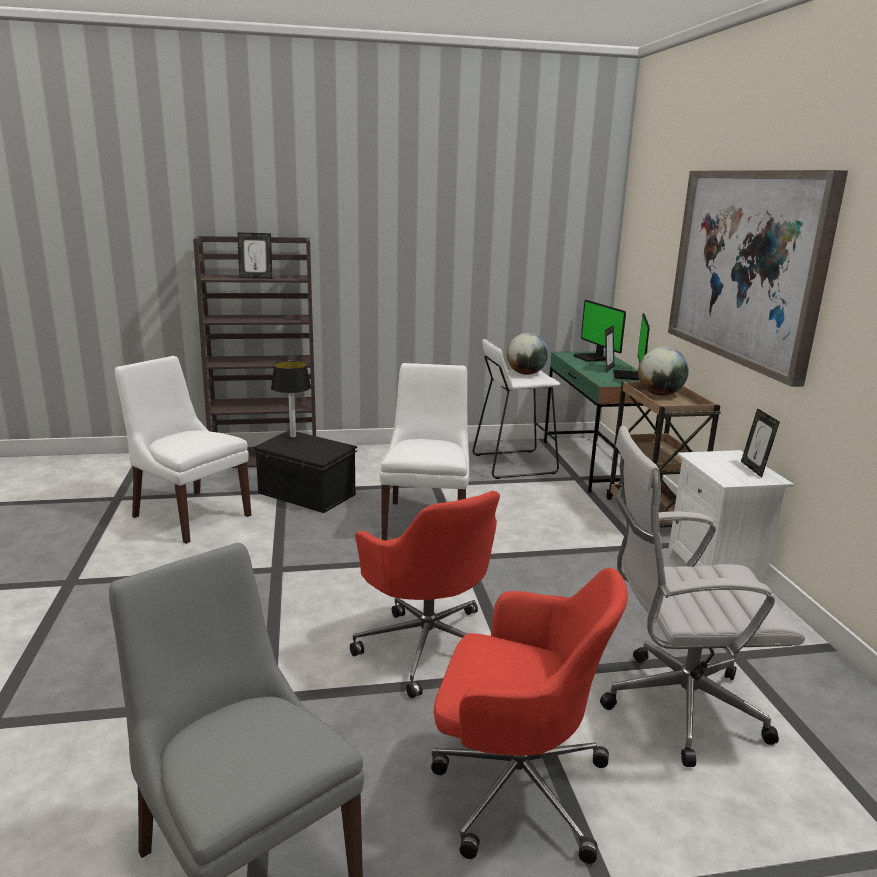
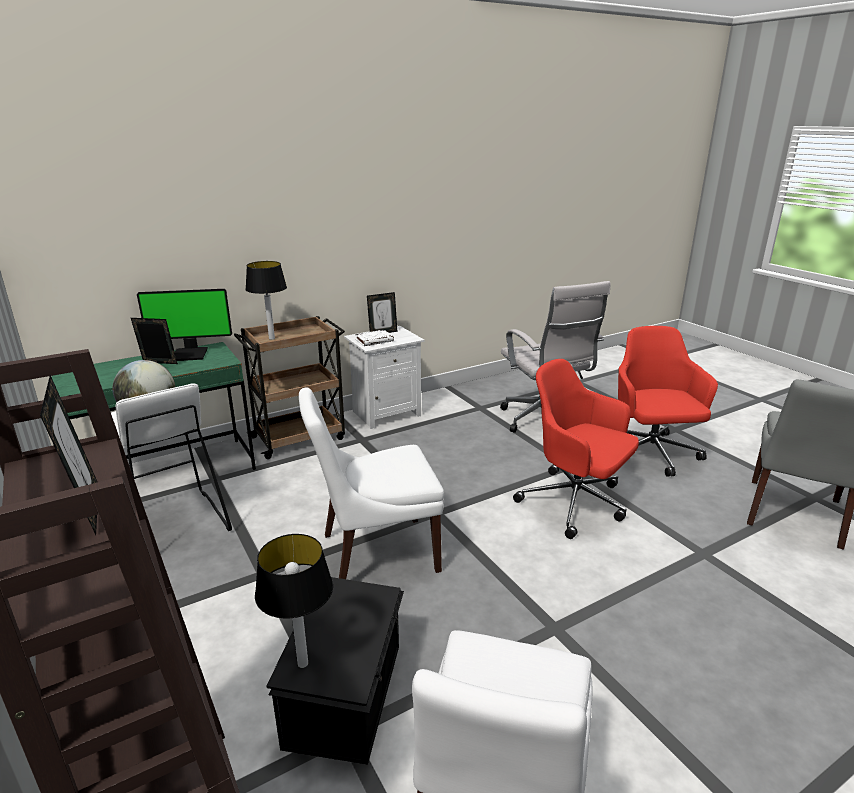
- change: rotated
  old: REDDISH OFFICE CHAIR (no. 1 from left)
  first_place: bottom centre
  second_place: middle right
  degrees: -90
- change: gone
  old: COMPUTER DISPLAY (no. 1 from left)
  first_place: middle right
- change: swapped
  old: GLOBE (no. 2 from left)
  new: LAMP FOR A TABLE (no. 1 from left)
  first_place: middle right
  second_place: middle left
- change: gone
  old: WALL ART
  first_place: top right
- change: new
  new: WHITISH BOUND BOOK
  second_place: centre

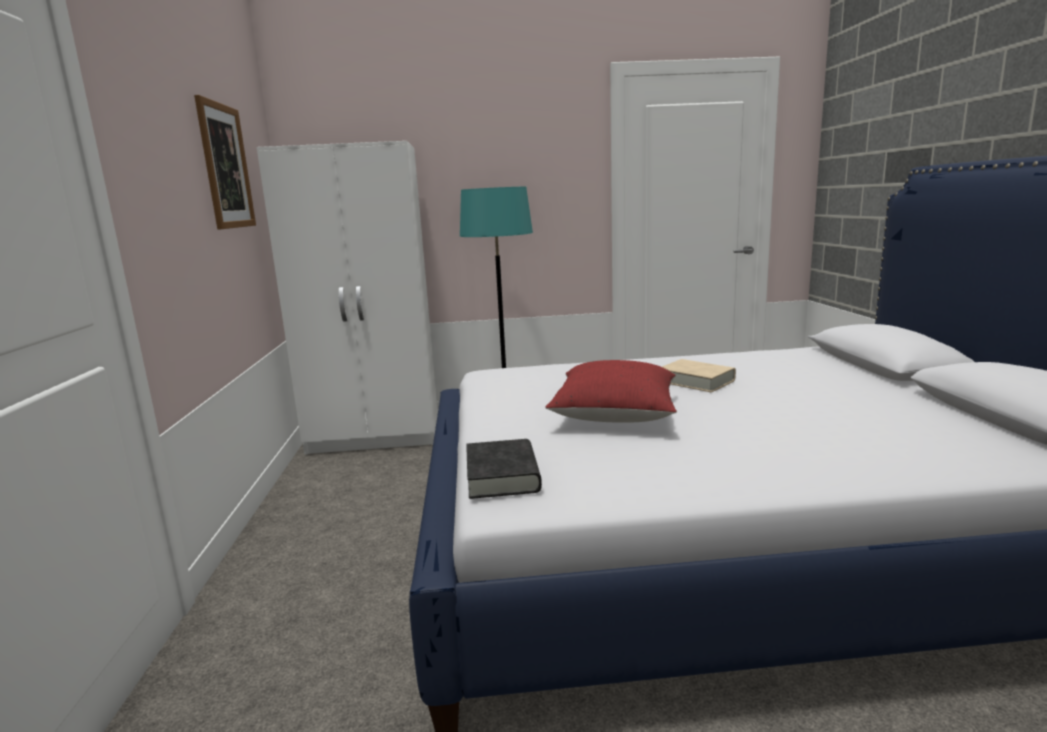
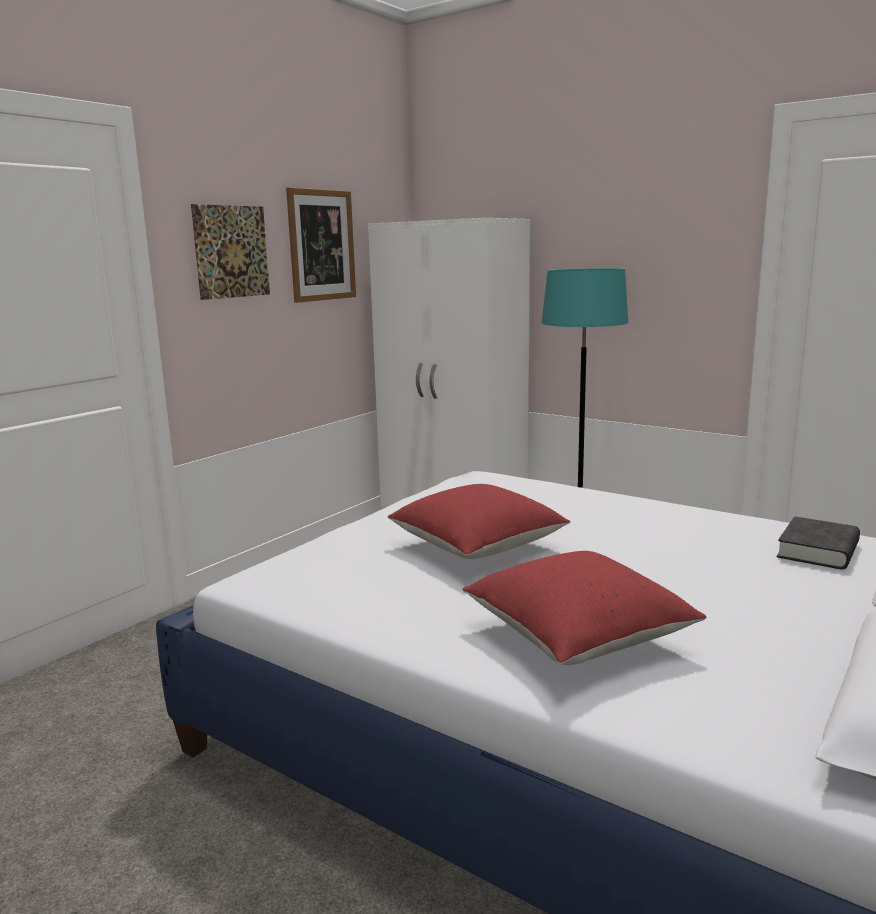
- change: shifted
  old: BLACK-COLOURED BOUND BOOK
  first_place: centre
  second_place: middle right
- change: gone
  old: BEIGE-COLOURED BOUND BOOK
  first_place: middle right
- change: new
  new: WALL ART (no. 1 from left)
  second_place: top left
- change: new
  new: REDDISH CUSHION (no. 2 from left)
  second_place: middle right

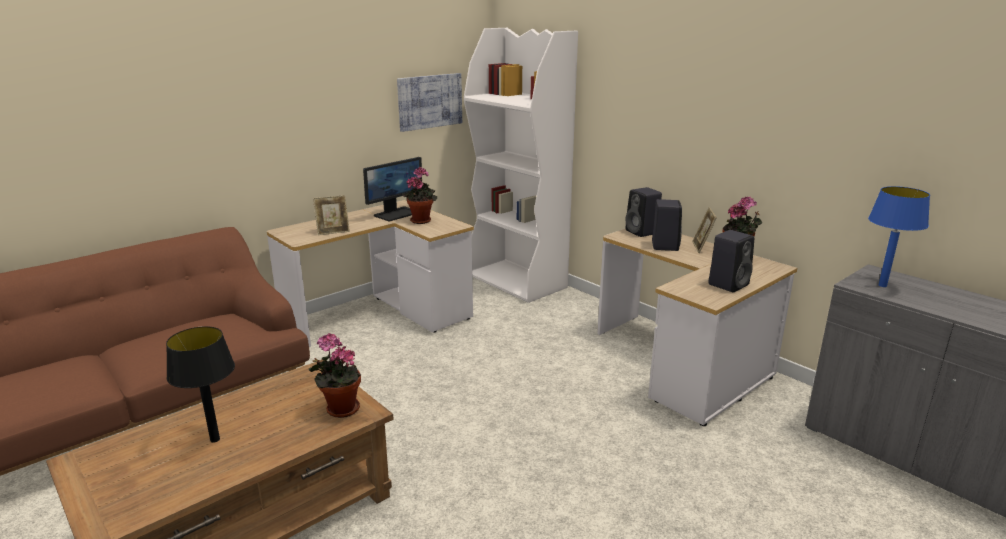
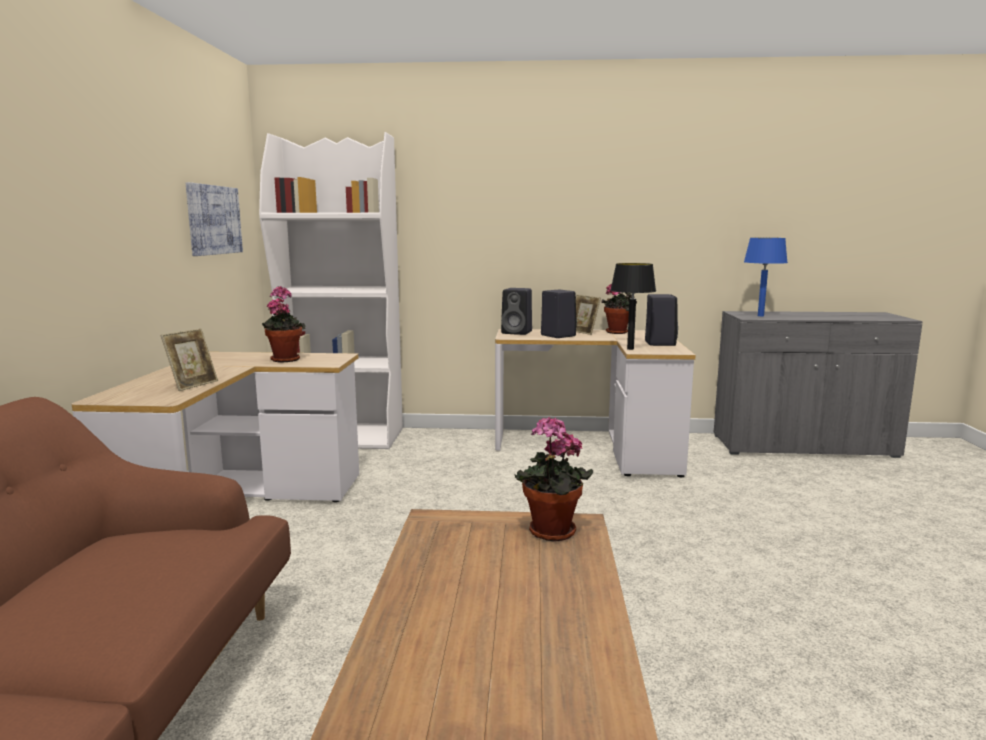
- change: shifted
  old: BLACK-COLOURED LAMP FOR A TABLE
  first_place: bottom left
  second_place: centre
- change: gone
  old: COMPUTER DISPLAY
  first_place: centre

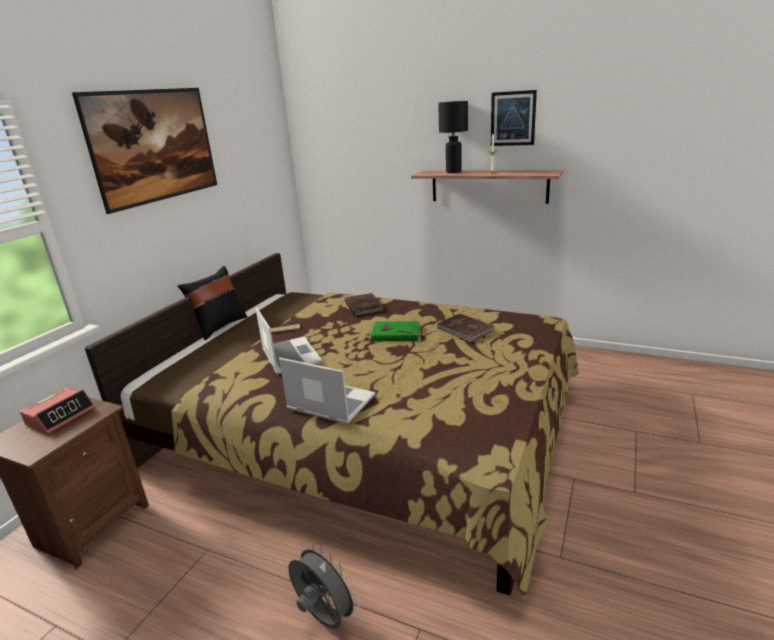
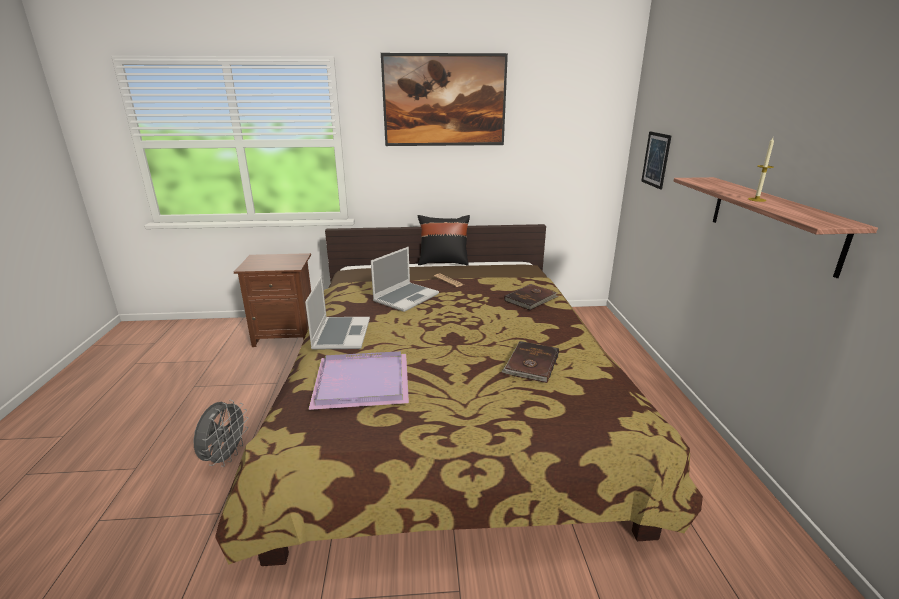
- change: gone
  old: TABLE CLOCK
  first_place: middle left
- change: gone
  old: GREEN BOUND BOOK
  first_place: centre
- change: gone
  old: BLACK-COLOURED LAMP FOR A TABLE
  first_place: top centre
- change: shifted
  old: WALL ART (no. 2 from left)
  first_place: top centre
  second_place: top right
- change: new
  new: PURPLISH TRAY
  second_place: centre

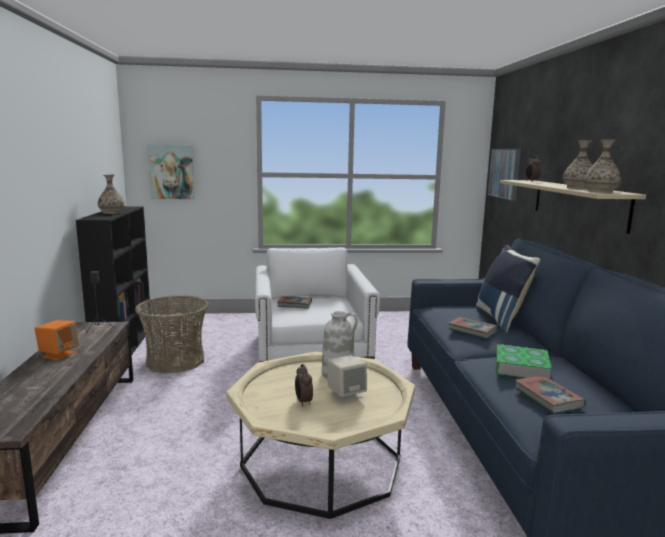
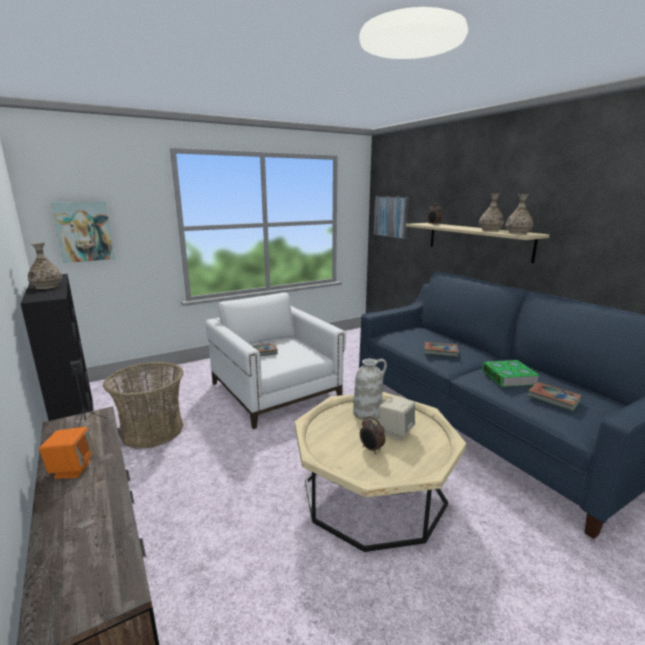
- change: gone
  old: BLUE CUSHION
  first_place: middle right

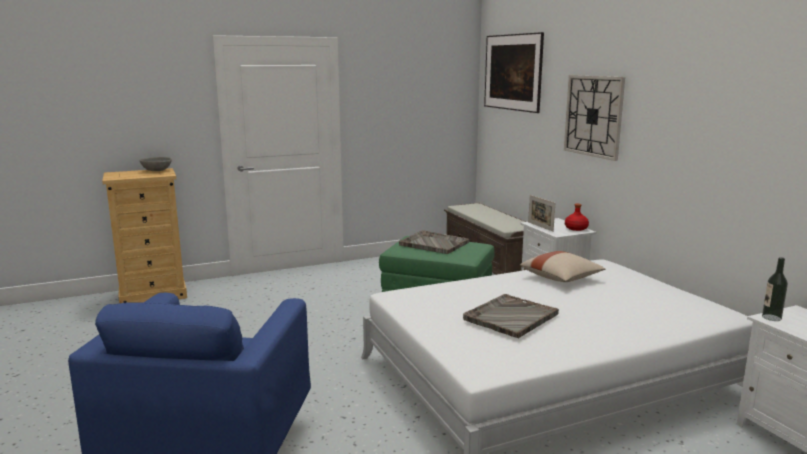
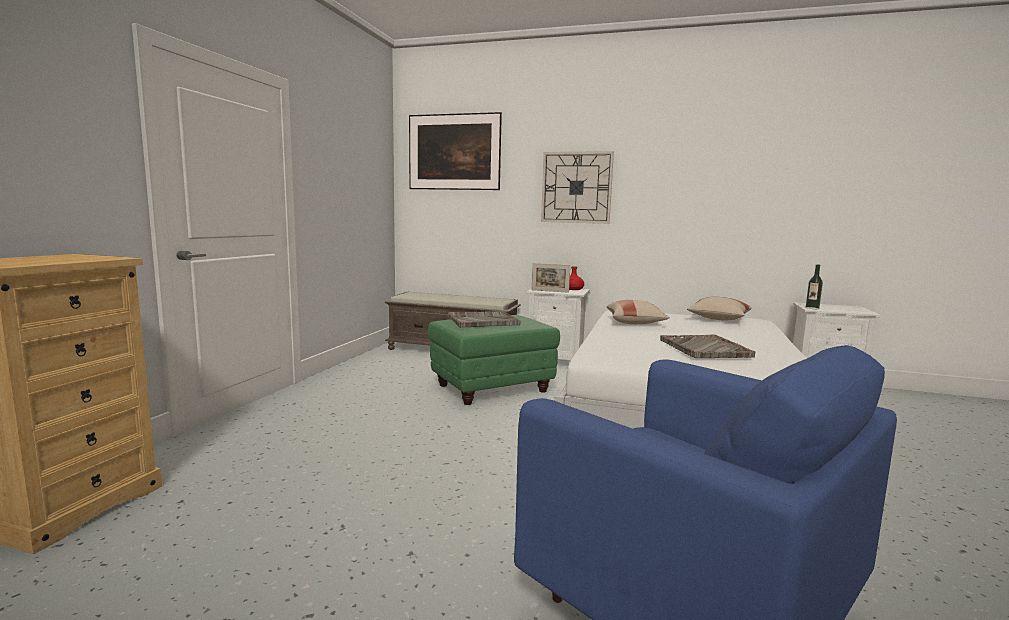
- change: gone
  old: GREY SERVING BOWL
  first_place: middle left
- change: new
  new: BEIGE-COLOURED CUSHION (no. 2 from left)
  second_place: middle right

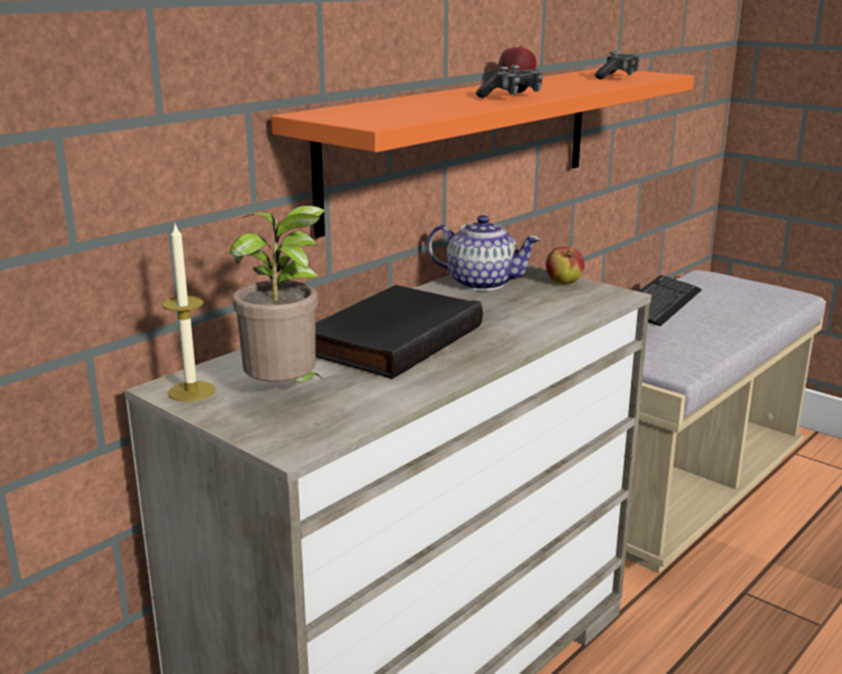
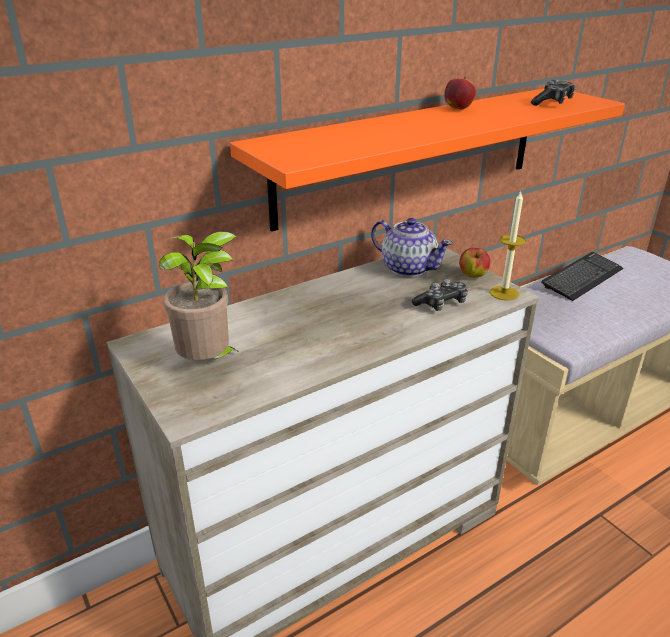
- change: shifted
  old: CANDLE
  first_place: middle left
  second_place: middle right
- change: gone
  old: BLACK-COLOURED BOUND BOOK
  first_place: centre
- change: shifted
  old: JOYPAD (no. 1 from left)
  first_place: top centre
  second_place: centre

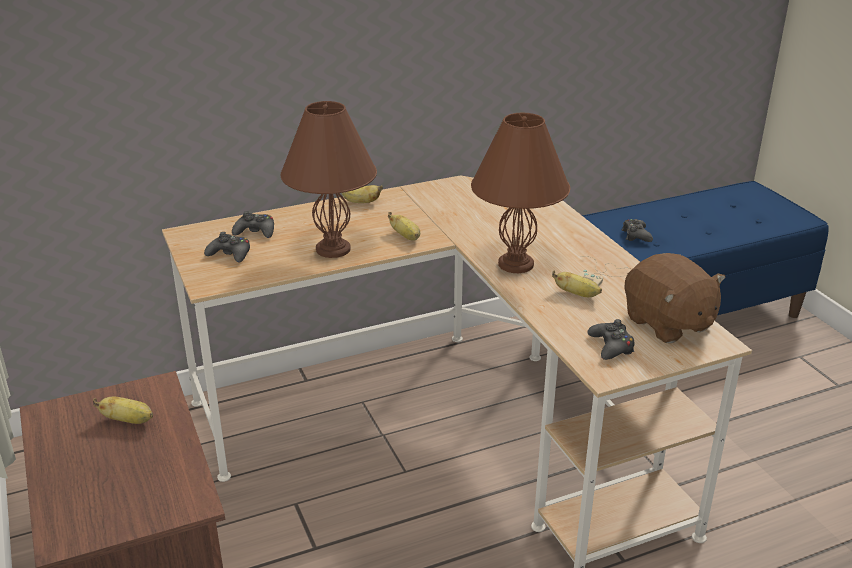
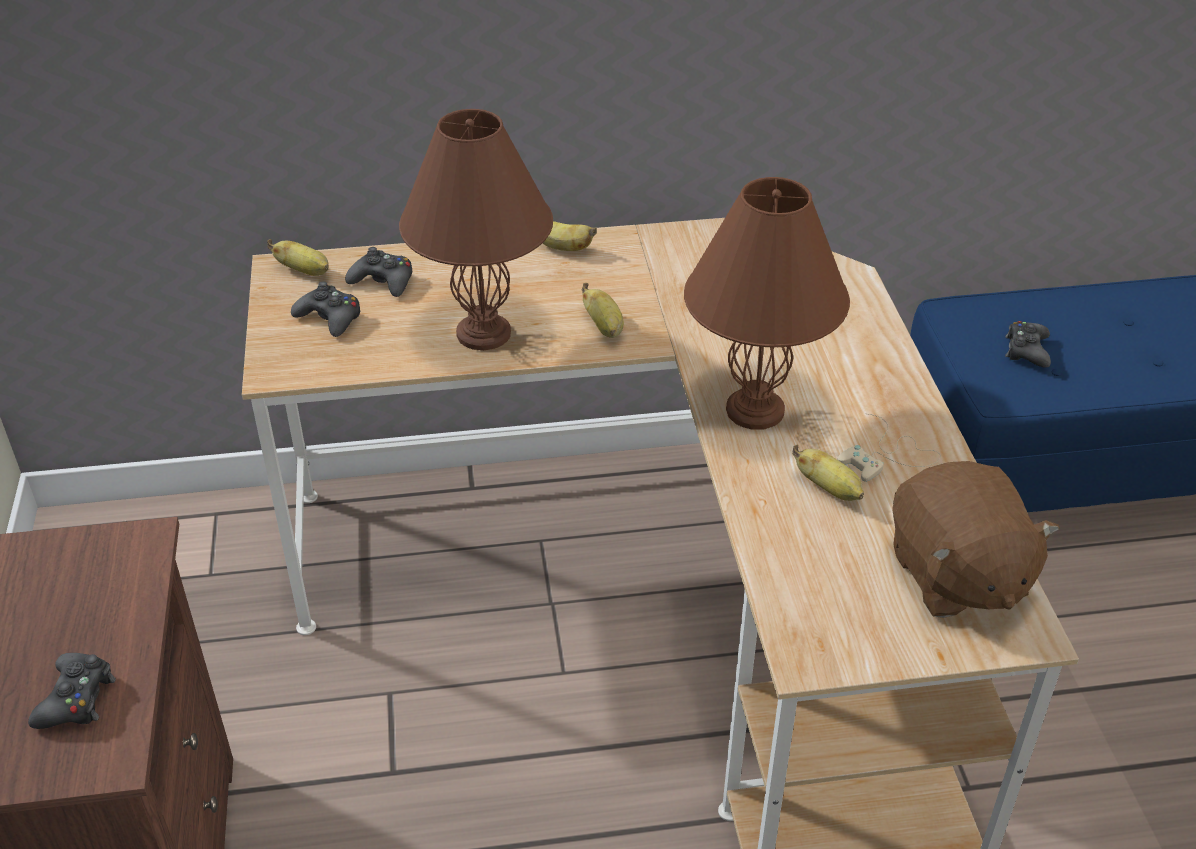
- change: shifted
  old: WHOLE BANANA (no. 1 from left)
  first_place: bottom left
  second_place: top left
- change: shifted
  old: BLACK-COLOURED JOYPAD (no. 3 from left in the first image)
  new: BLACK-COLOURED JOYPAD (no. 1 from left)
  first_place: middle right
  second_place: bottom left

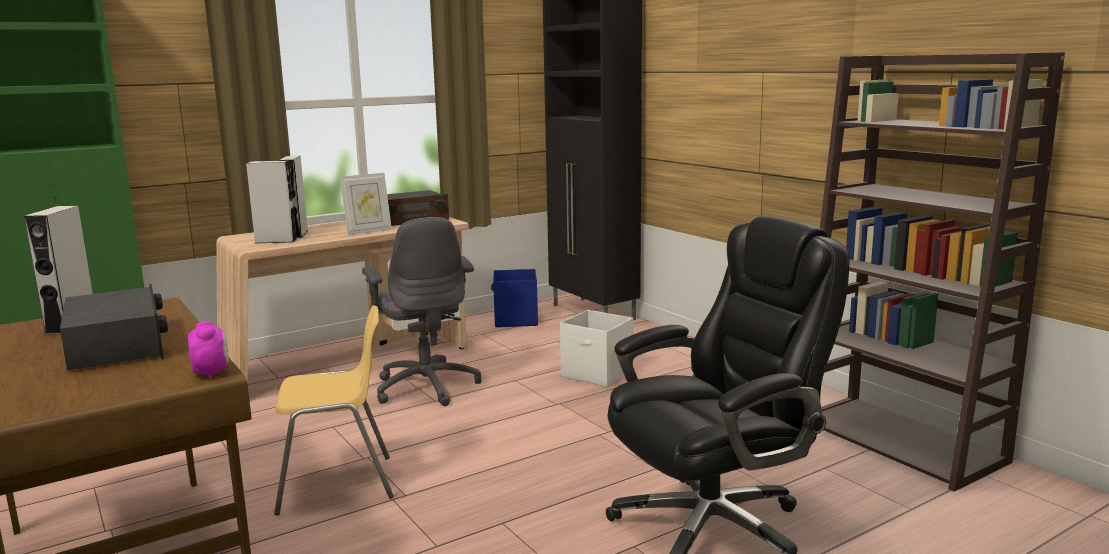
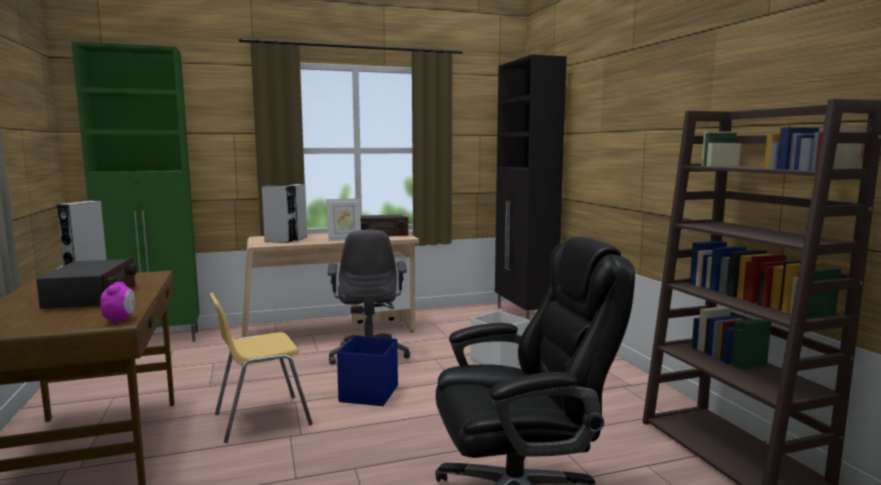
- change: rotated
  old: YELLOW-COLOURED UPRIGHT CHAIR
  first_place: bottom left
  second_place: bottom left
  degrees: 150
- change: shifted
  old: BLUE STORAGE CONTAINER
  first_place: centre
  second_place: bottom centre

